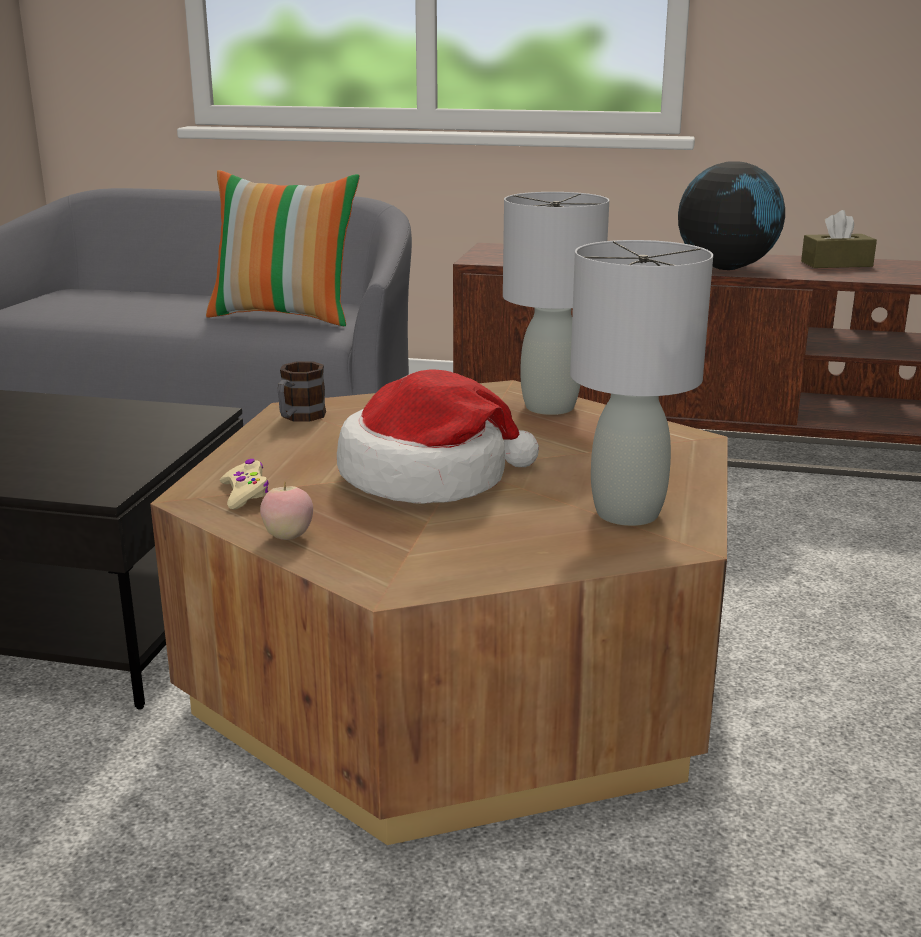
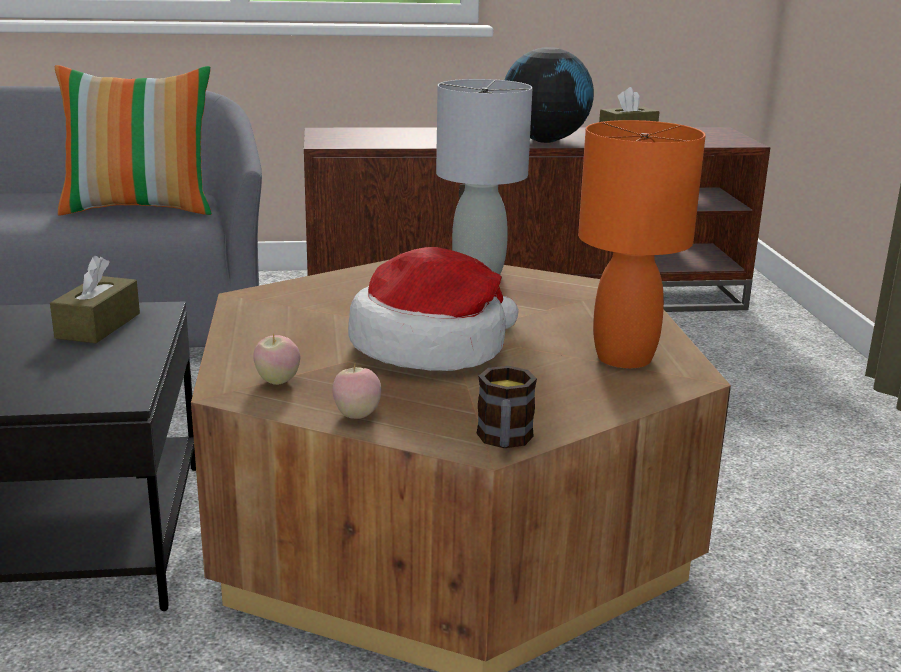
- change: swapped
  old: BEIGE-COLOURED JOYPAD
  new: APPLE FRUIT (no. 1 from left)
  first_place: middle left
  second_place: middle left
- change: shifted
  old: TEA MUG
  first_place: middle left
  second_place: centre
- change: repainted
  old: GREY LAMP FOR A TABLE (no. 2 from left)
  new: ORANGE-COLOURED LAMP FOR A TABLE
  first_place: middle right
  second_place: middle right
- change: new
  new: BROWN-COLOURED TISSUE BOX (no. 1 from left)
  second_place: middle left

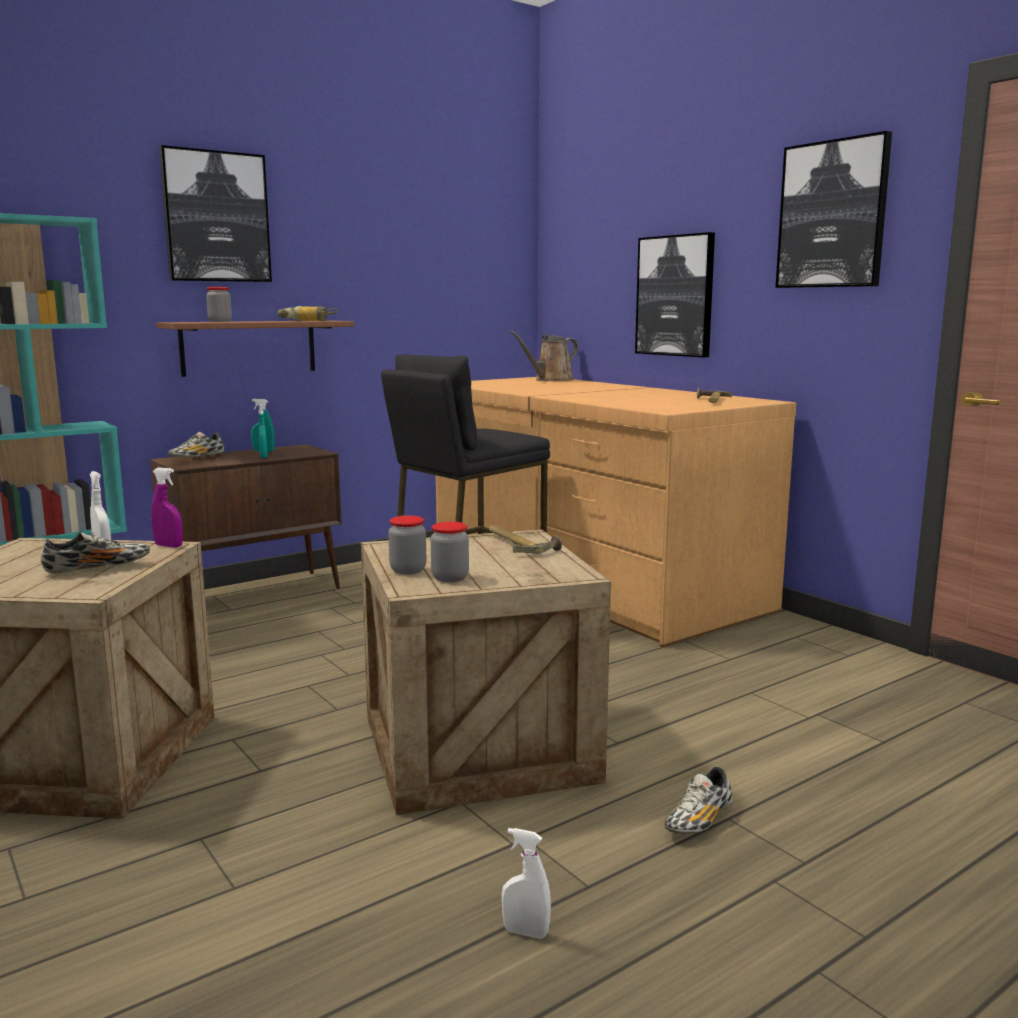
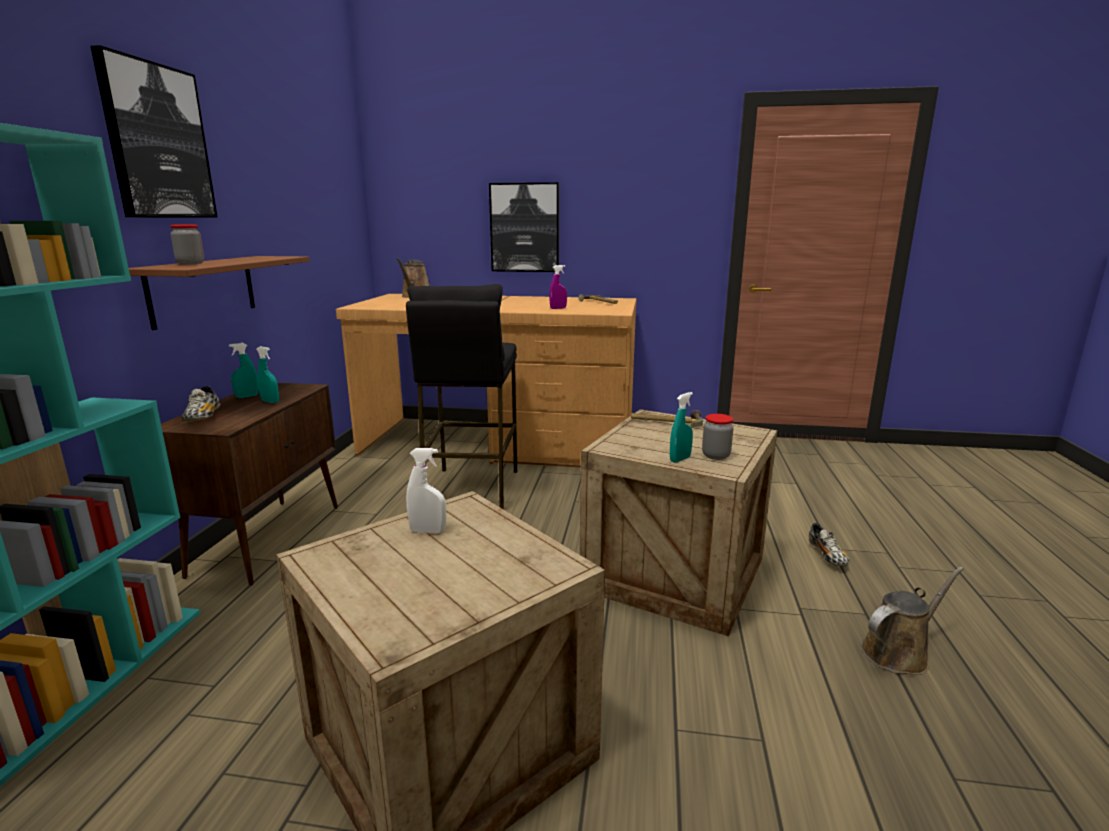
- change: gone
  old: ITEM OF FOOTWEAR (no. 1 from left)
  first_place: middle left
- change: shifted
  old: PURPLISH SPRAYER
  first_place: middle left
  second_place: centre
- change: gone
  old: DRILL
  first_place: top left
- change: swapped
  old: PRESERVE JAR (no. 2 from left)
  new: TURQUOISE-COLOURED SPRAYER (no. 3 from left)
  first_place: centre
  second_place: centre
- change: swapped
  old: WHITISH SPRAYER (no. 2 from left)
  new: BROWN-COLOURED WATERING POT (no. 2 from left)
  first_place: bottom centre
  second_place: bottom right
- change: gone
  old: WALL ART (no. 3 from left)
  first_place: top right

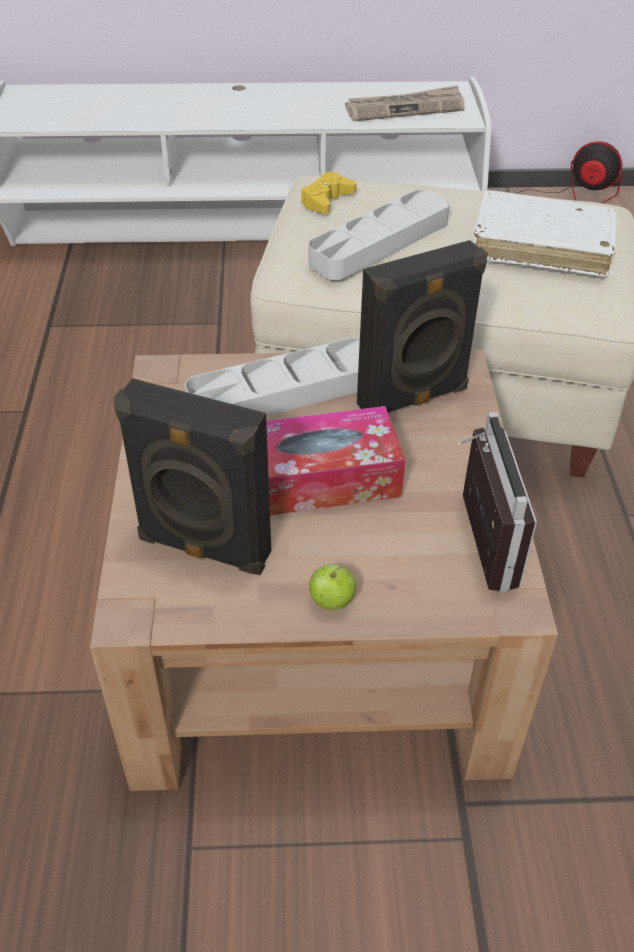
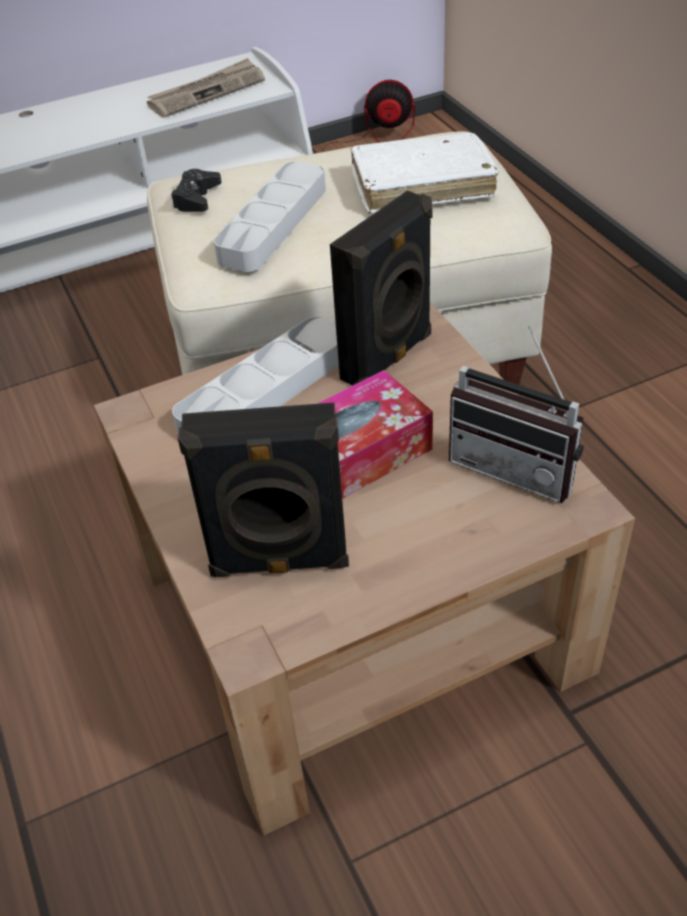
- change: repainted
  old: YELLOW-COLOURED JOYPAD
  new: BLACK-COLOURED JOYPAD
  first_place: top centre
  second_place: top left
- change: gone
  old: APPLE FRUIT
  first_place: centre
- change: rotated
  old: RADIO RECEIVER
  first_place: middle right
  second_place: middle right
  degrees: 150

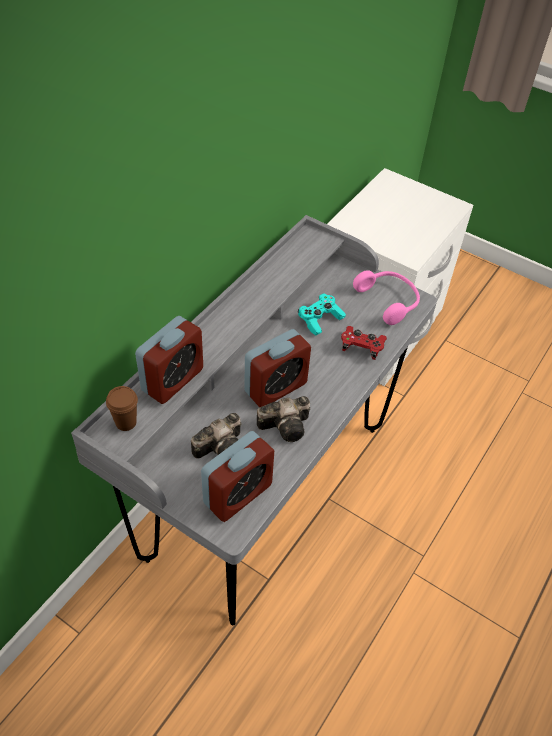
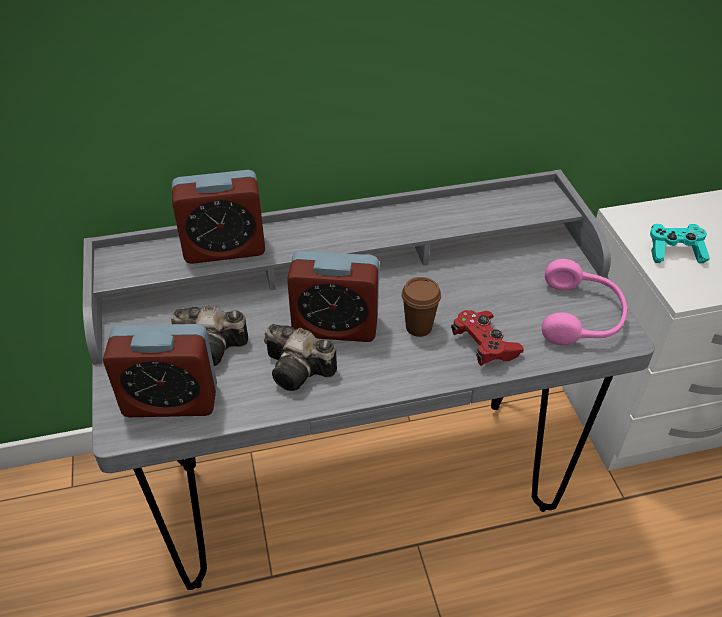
- change: shifted
  old: BROWN-COLOURED DRINKING CUP
  first_place: middle left
  second_place: centre
- change: shifted
  old: TURQUOISE-COLOURED JOYPAD
  first_place: centre
  second_place: middle right

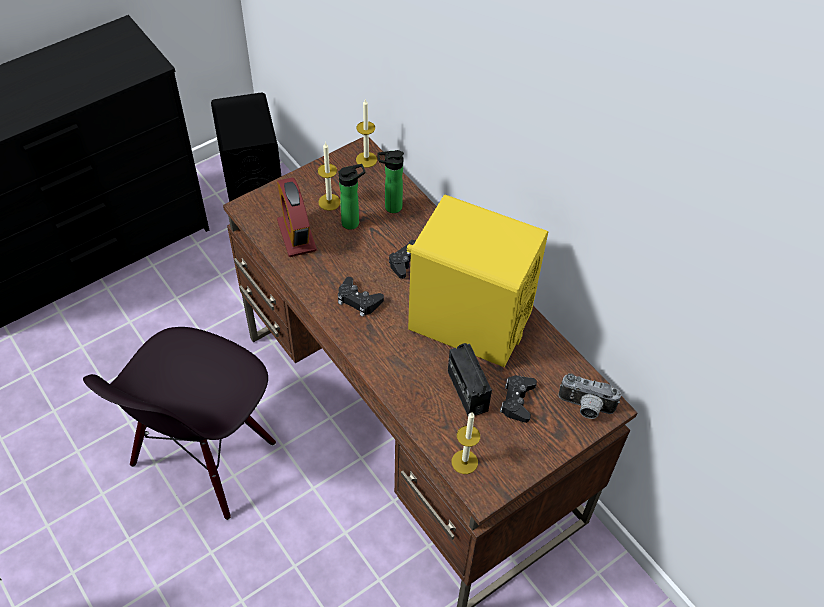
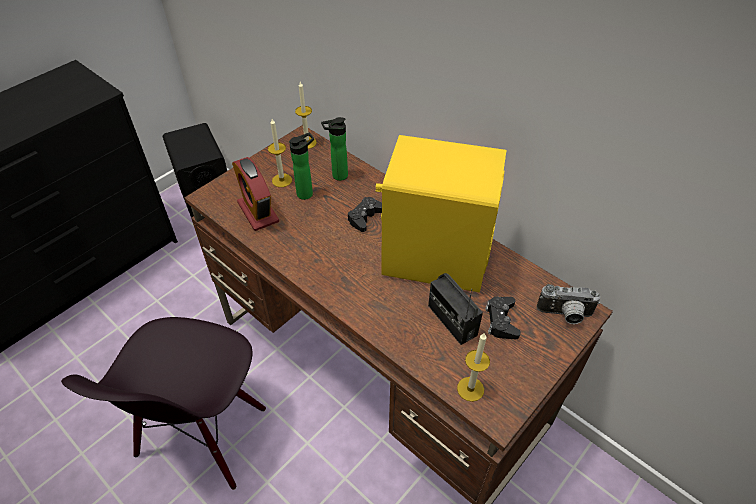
- change: gone
  old: BLACK-COLOURED JOYPAD (no. 1 from left)
  first_place: centre

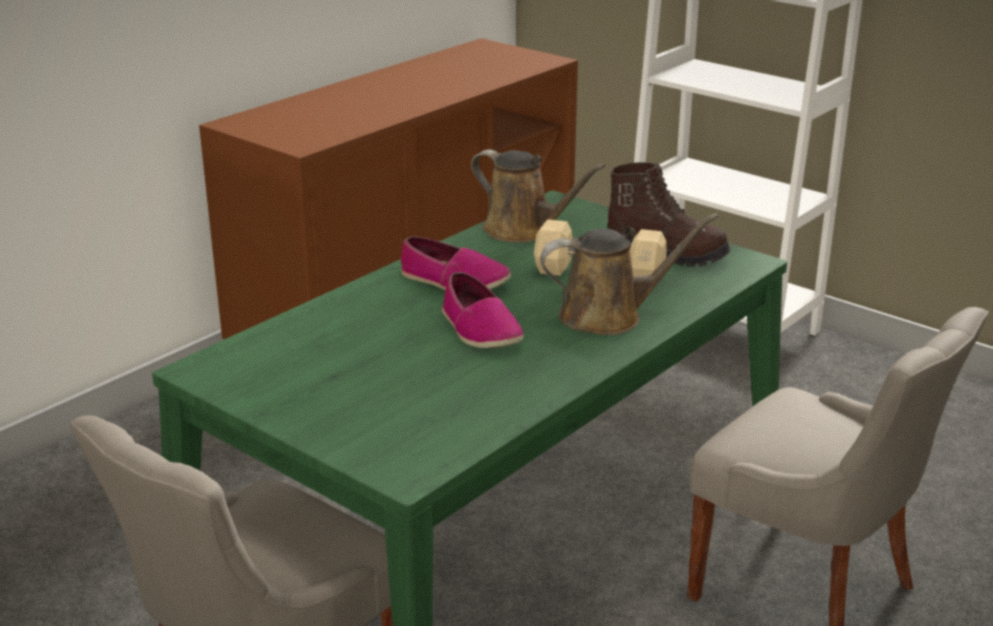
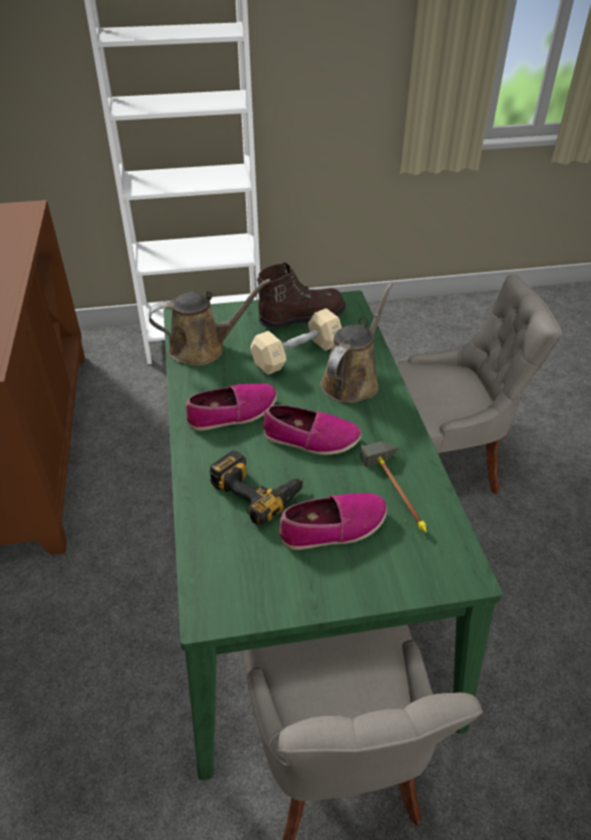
- change: new
  new: DRILL
  second_place: centre
- change: new
  new: ITEM OF FOOTWEAR (no. 3 from left)
  second_place: centre
- change: new
  new: TOOL HAMMER
  second_place: centre

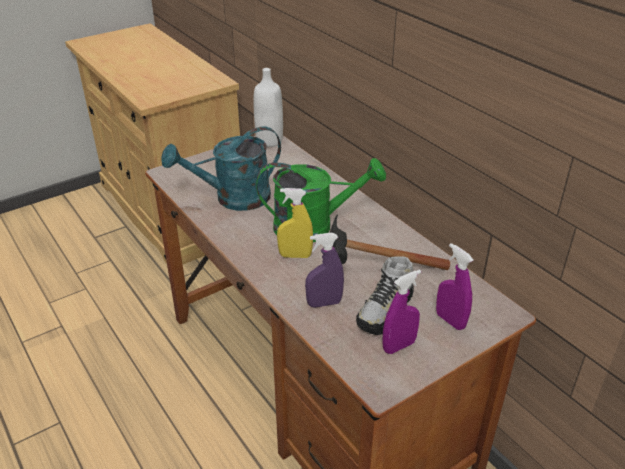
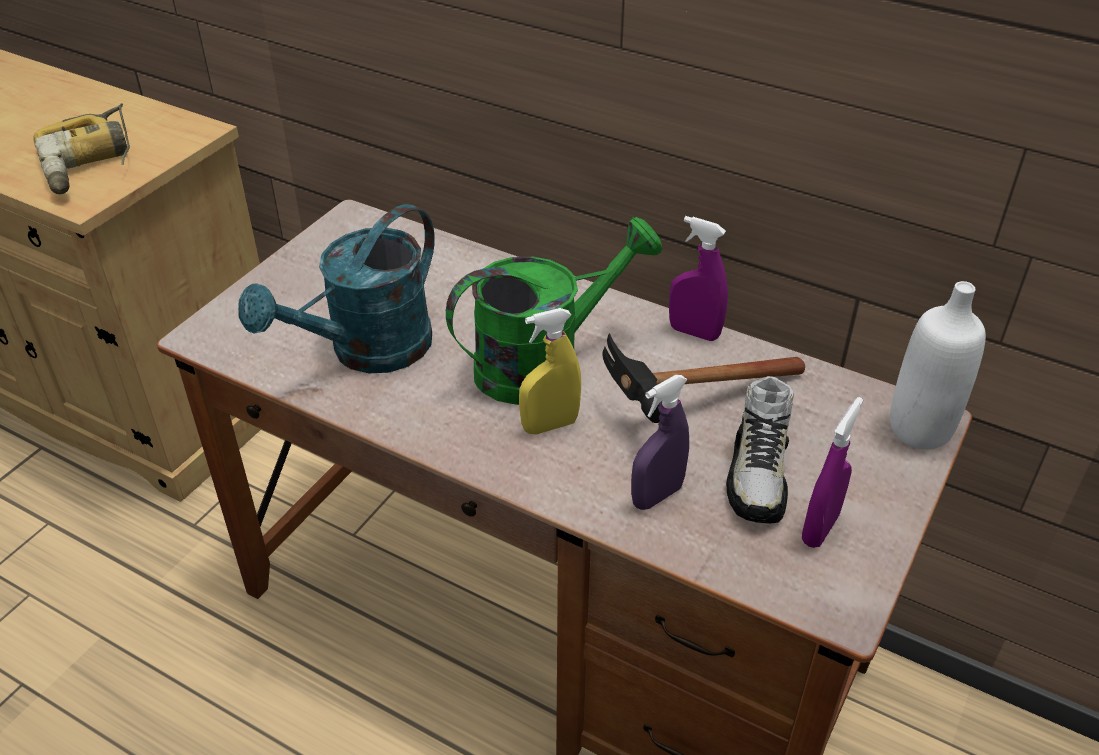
- change: shifted
  old: WHITISH DRINK BOTTLE
  first_place: top centre
  second_place: middle right
- change: shifted
  old: PURPLISH SPRAYER (no. 3 from left in the first image)
  new: PURPLISH SPRAYER (no. 2 from left)
  first_place: middle right
  second_place: centre
- change: new
  new: DRILL
  second_place: top left

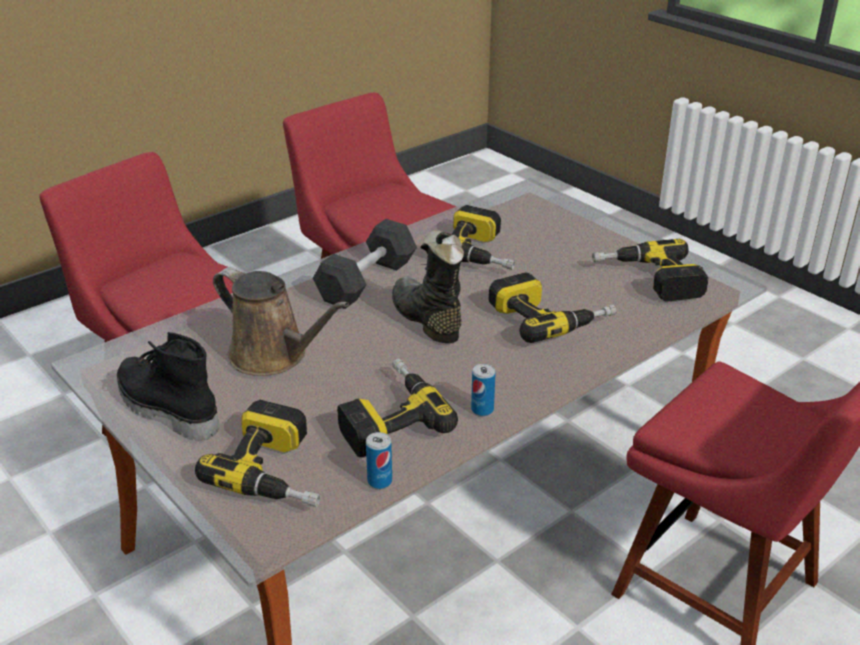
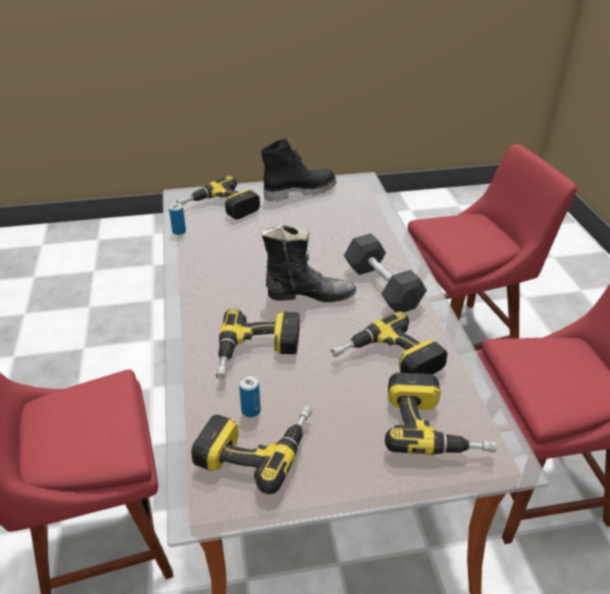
- change: gone
  old: BROWN-COLOURED WATERING POT
  first_place: middle left
- change: shifted
  old: DRILL (no. 2 from left in the first image)
  new: DRILL (no. 5 from left)
  first_place: centre
  second_place: bottom right
- change: shifted
  old: METAL CAN (no. 2 from left)
  first_place: centre
  second_place: bottom centre

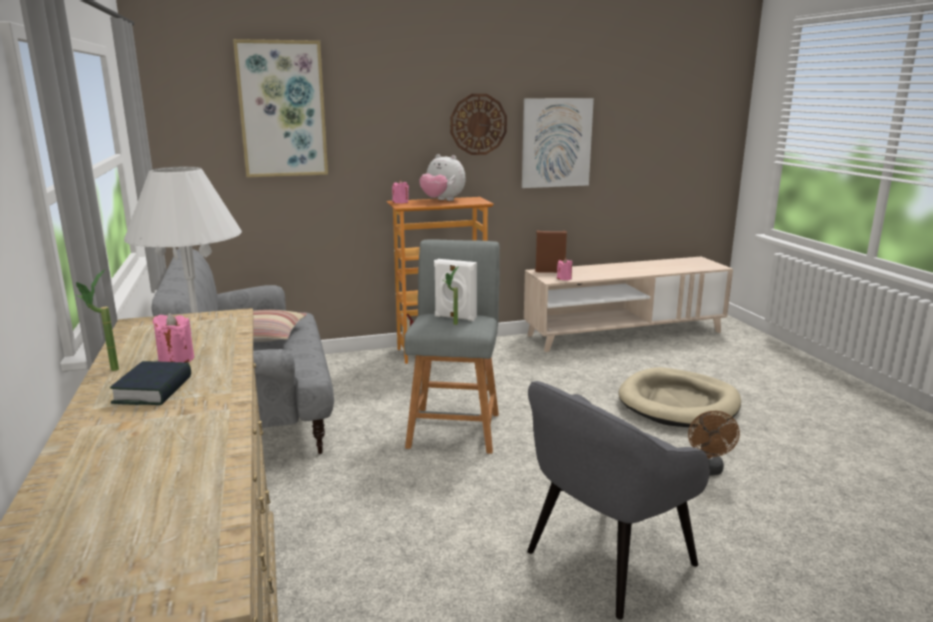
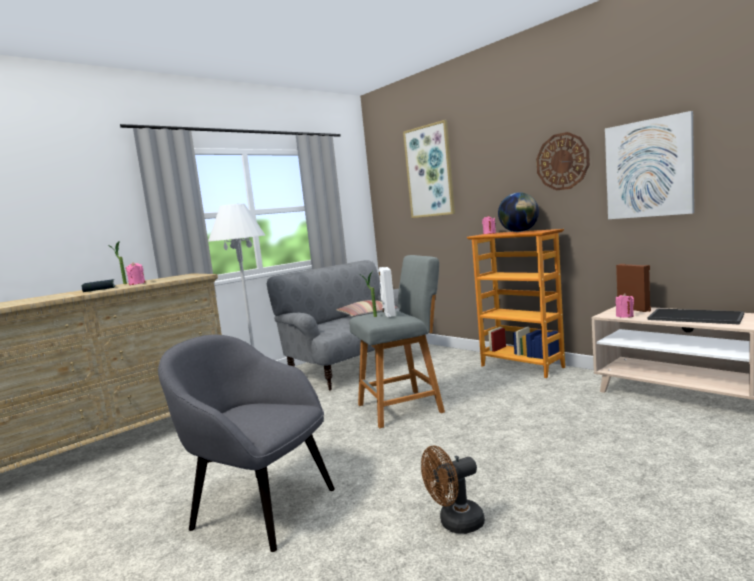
- change: swapped
  old: CUDDLY TOY
  new: GLOBE
  first_place: top centre
  second_place: middle right
- change: gone
  old: BEIGE-COLOURED PET BED
  first_place: middle right
- change: new
  new: TRAY
  second_place: middle right

